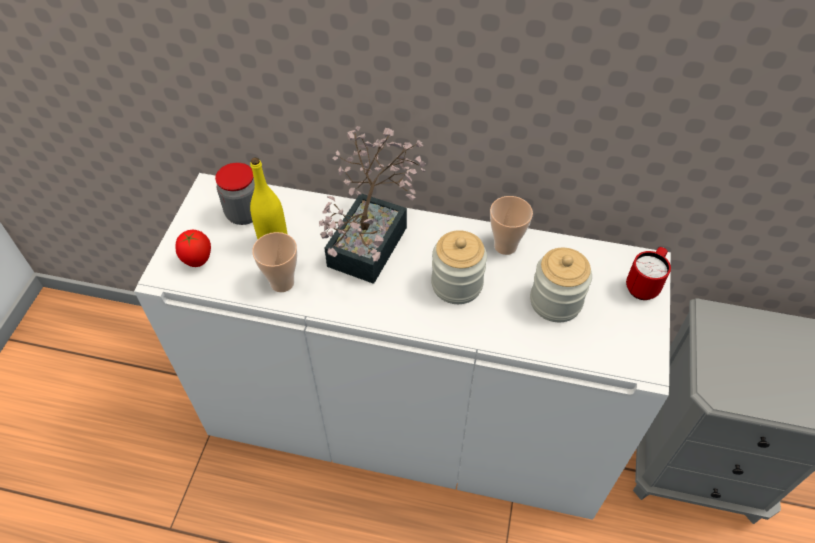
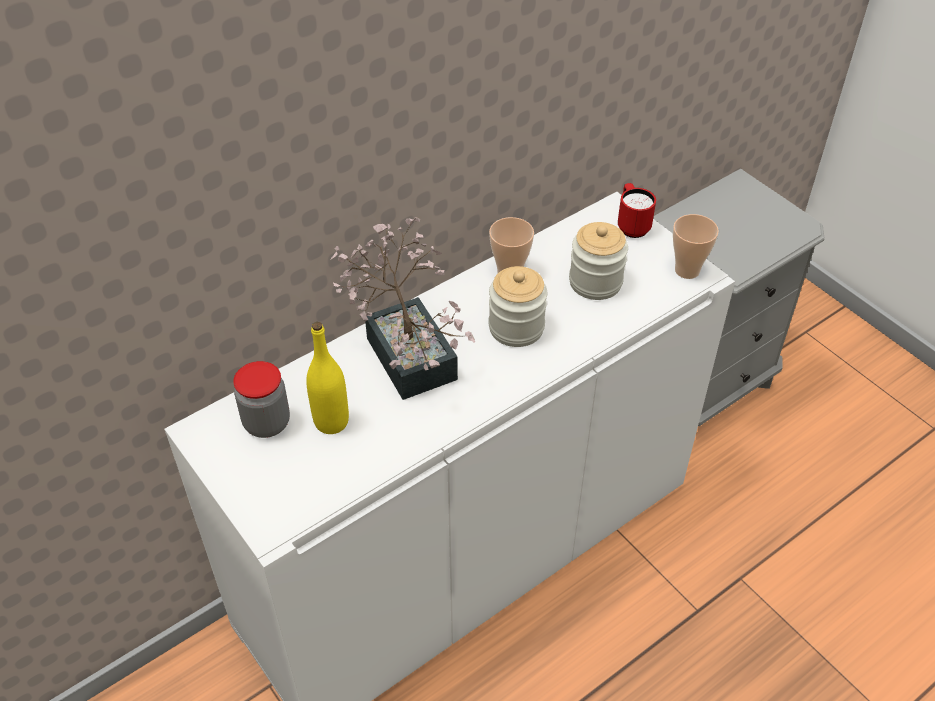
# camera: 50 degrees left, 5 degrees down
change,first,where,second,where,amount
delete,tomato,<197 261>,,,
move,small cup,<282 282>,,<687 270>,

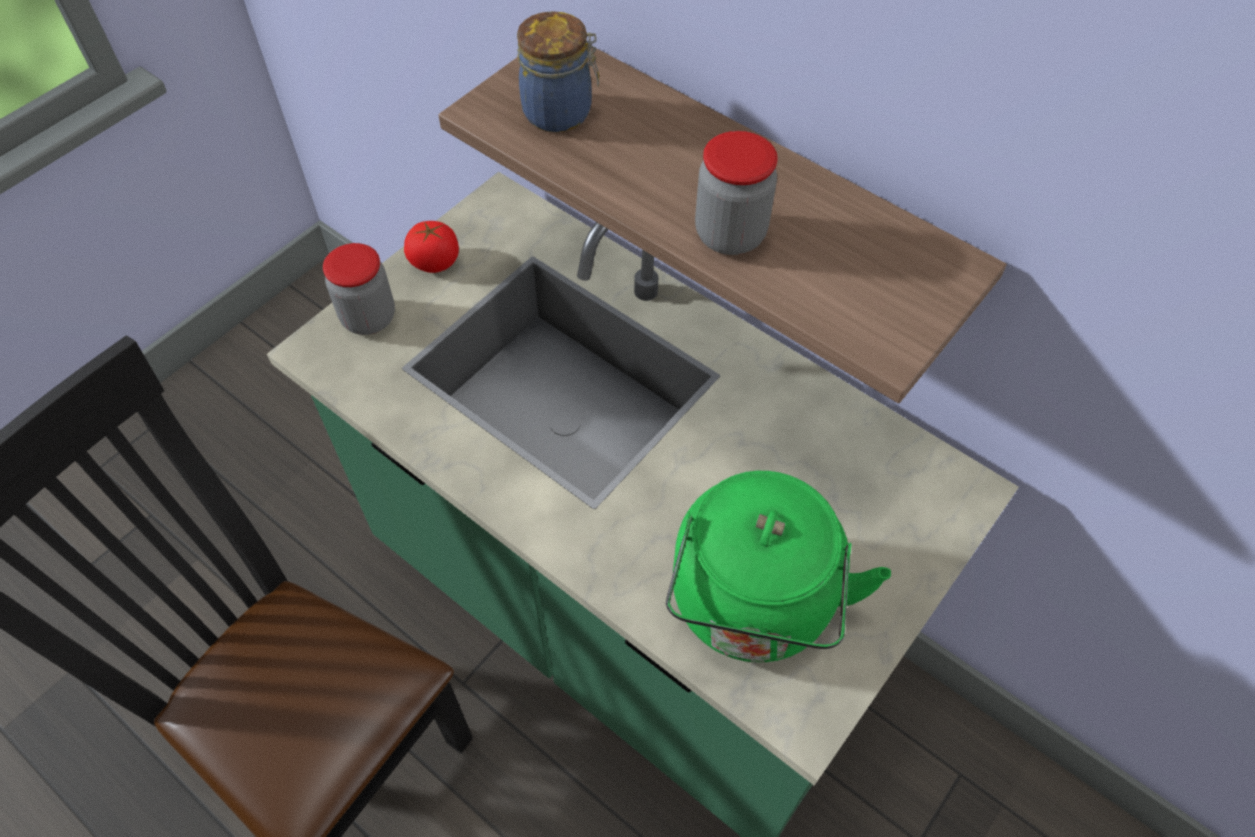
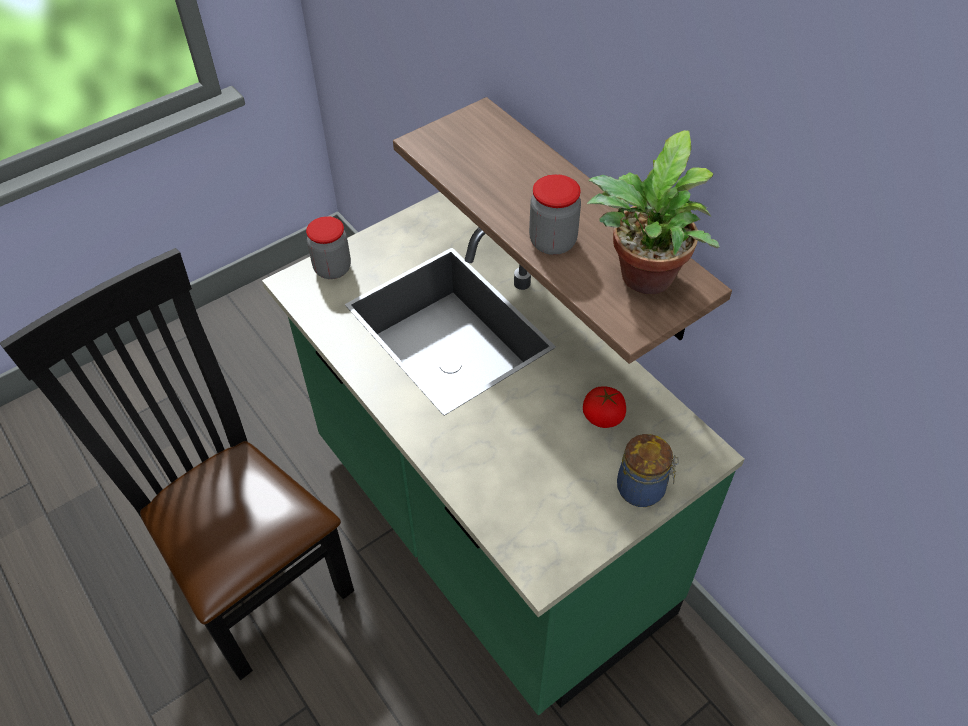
# camera: 15 degrees right, 5 degrees down
change,first,where,second,where,amount
delete,green-coloured water kettle,<752 608>,,,
insert,,,potted plant,<643 281>,
move,tomato,<434 262>,,<603 417>,
move,jar,<560 112>,,<643 489>,

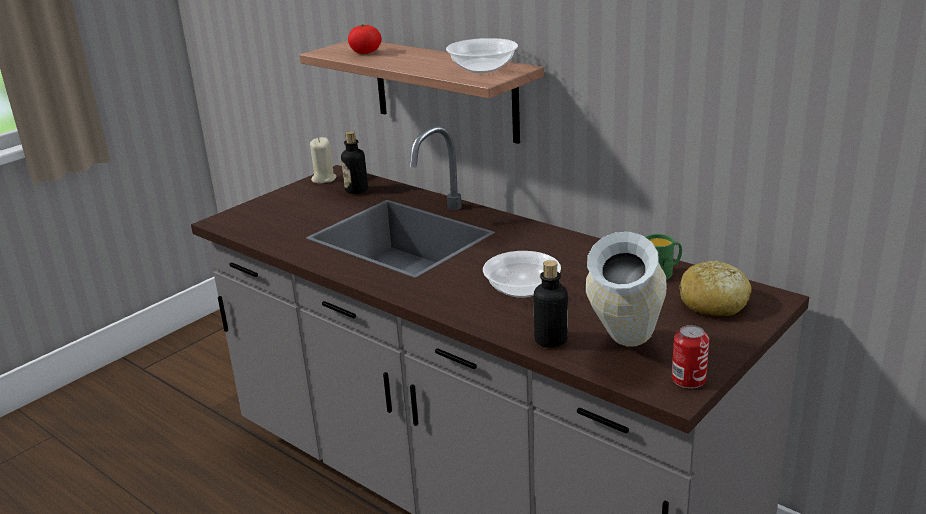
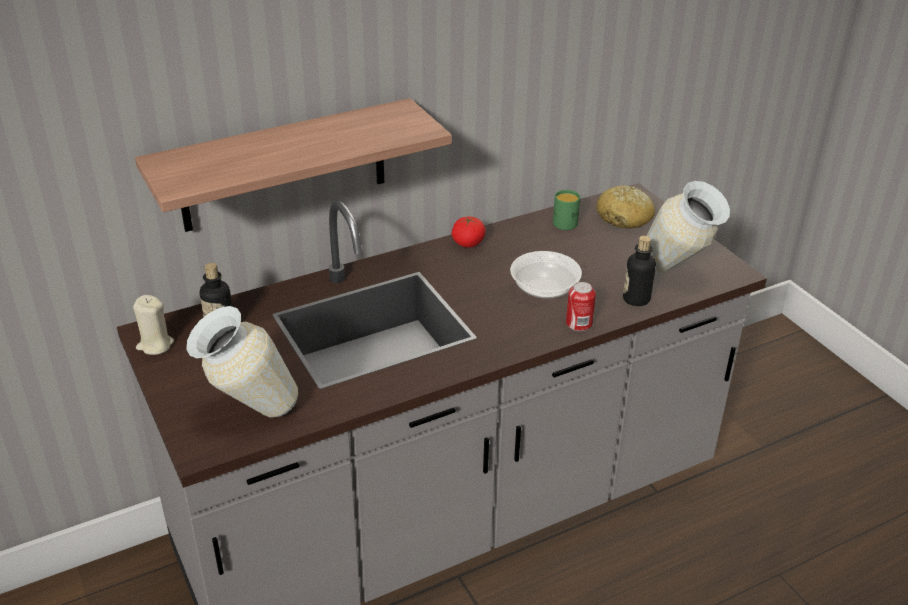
# camera: 70 degrees left, 10 degrees up
change,first,where,second,where,amount
delete,bowl,<483 69>,,,
insert,,,vase,<248 414>,
move,tomato,<366 52>,,<468 243>,
move,sealed can,<688 379>,,<579 323>,

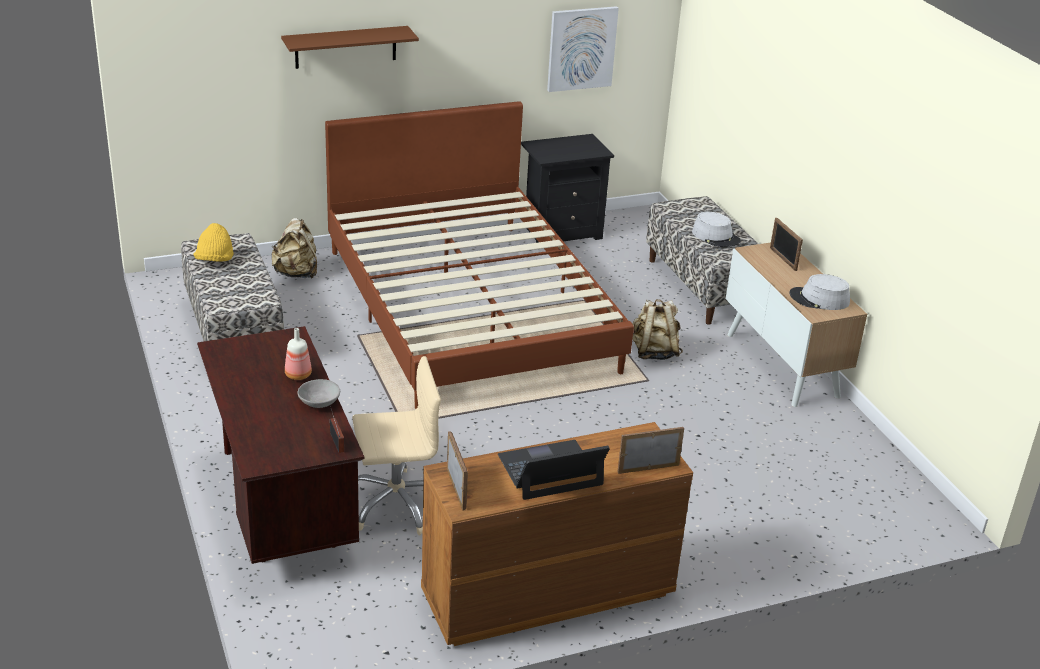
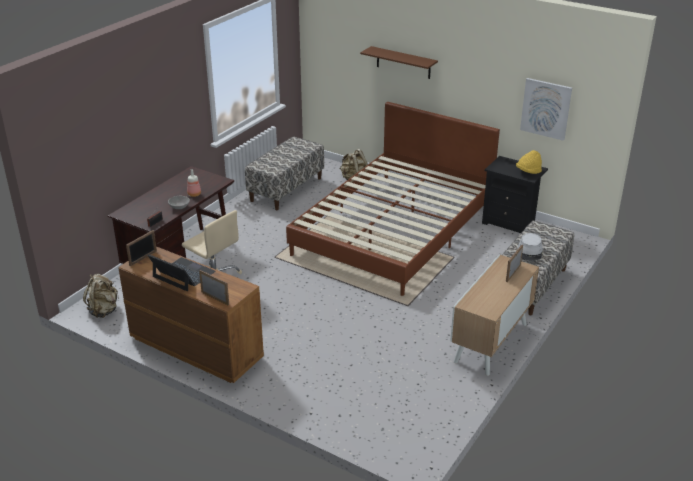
# camera: 55 degrees right, 0 degrees up
change,first,where,second,where,amount
delete,grey clothing hat,<819 299>,,,
move,yellow clothing hat,<215 260>,,<528 172>,
move,beige-coloured knapsack,<654 352>,,<104 310>,

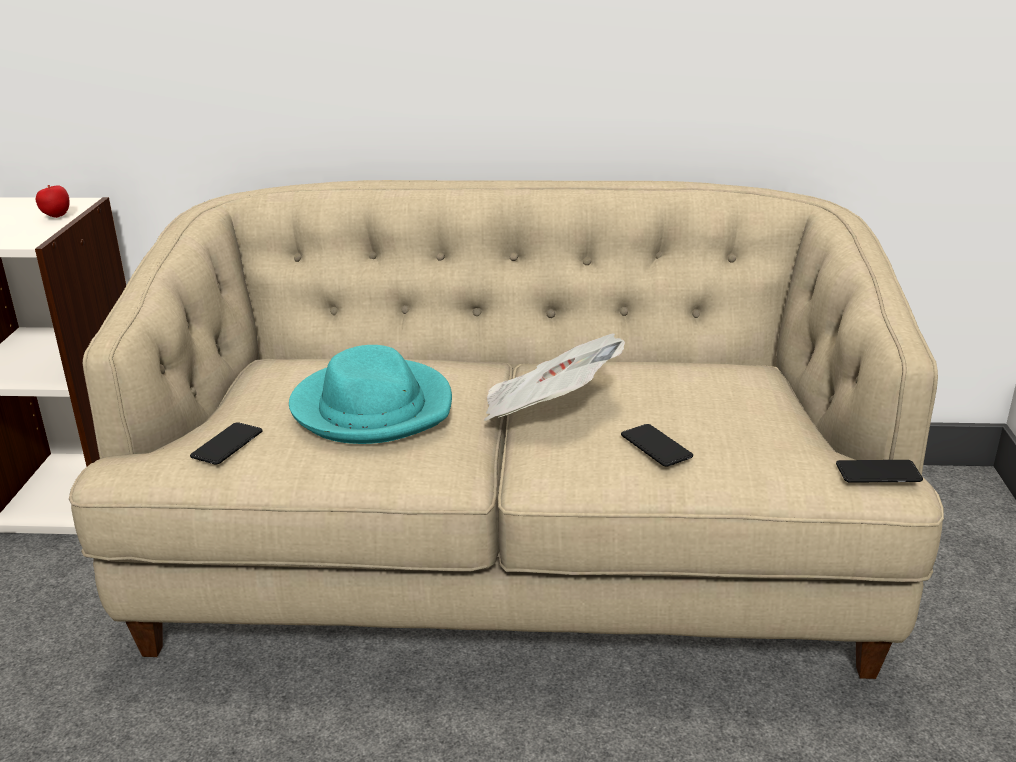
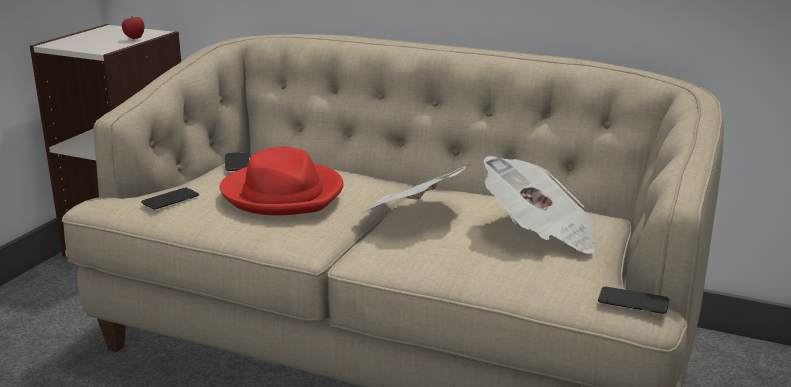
# camera: 20 degrees right, 5 degrees down
change,first,where,second,where,amount
insert,,,daily paper,<540 234>,
move,telephone,<656 446>,,<237 162>,
recolor,turquoise clothing hat,<373 407>,red-coloured clothing hat,<283 193>,

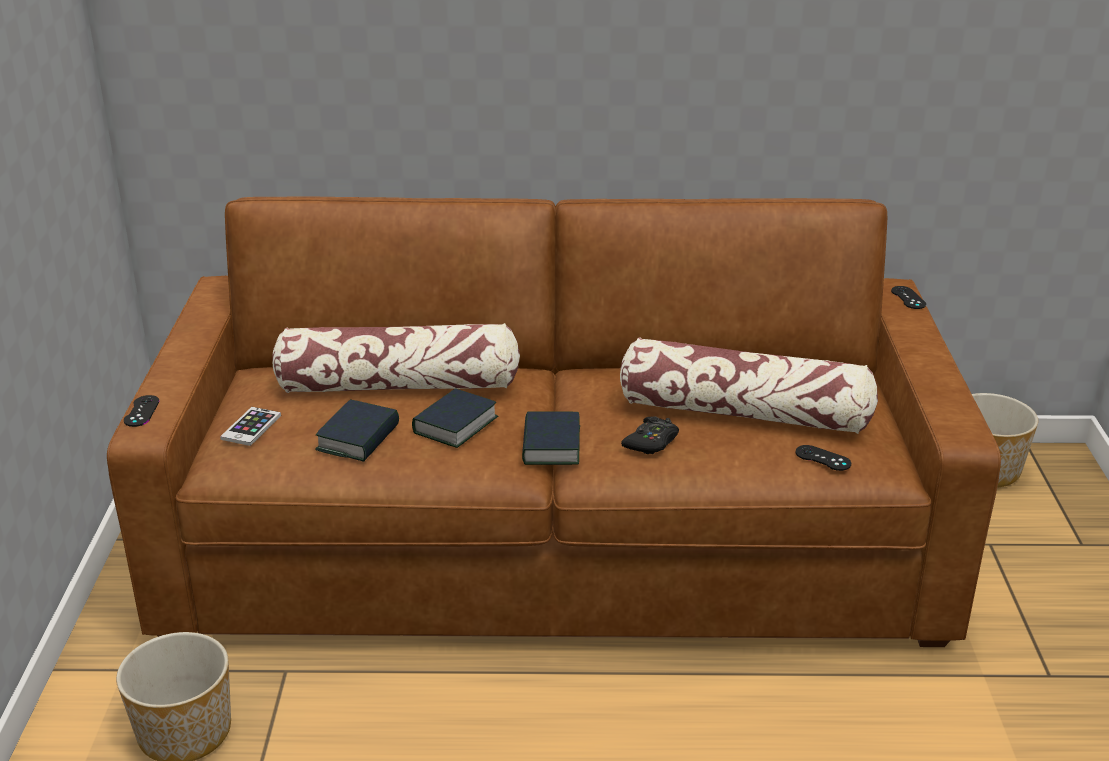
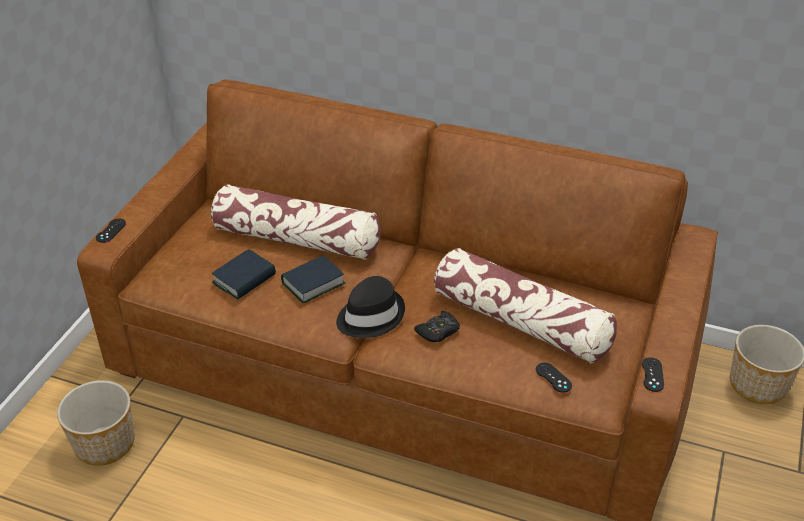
# camera: 20 degrees right, 10 degrees up
change,first,where,second,where,amount
delete,telephone,<251 427>,,,
move,blackish game controller,<908 298>,,<652 374>,
replace,bound book,<551 446>,blackish clothing hat,<370 316>,

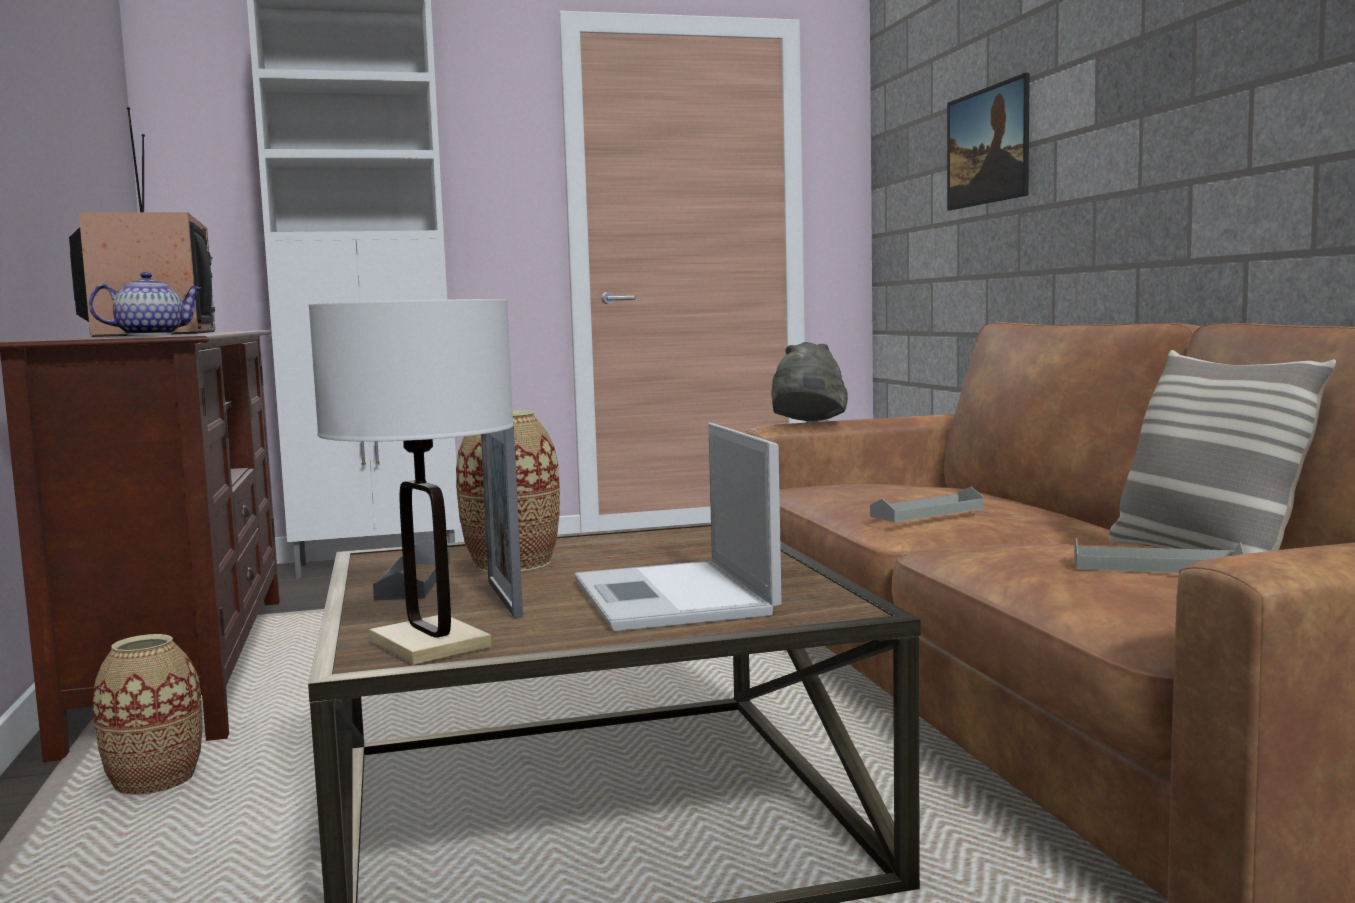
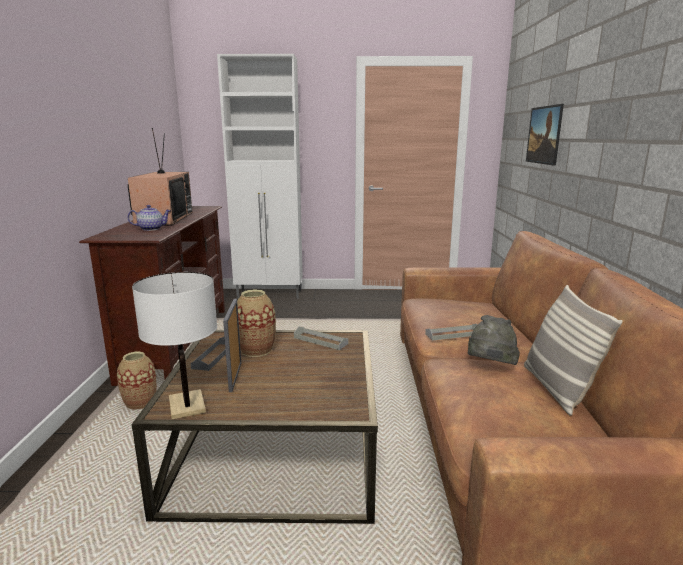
# camera: 15 degrees right, 10 degrees up
change,first,where,second,where,amount
delete,notebook computer,<674 598>,,,
move,grey clothing hat,<808 423>,,<490 368>,
move,grey carrying tray,<1156 566>,,<320 340>,

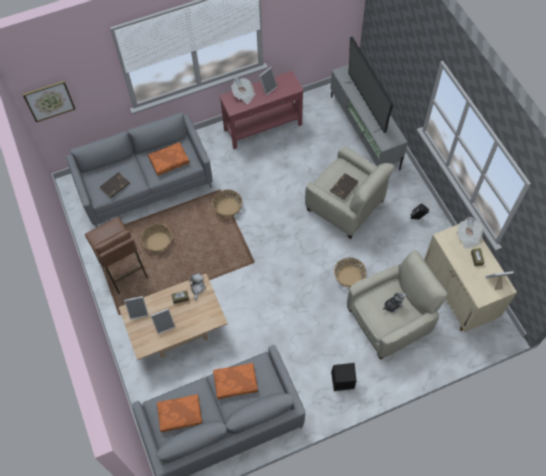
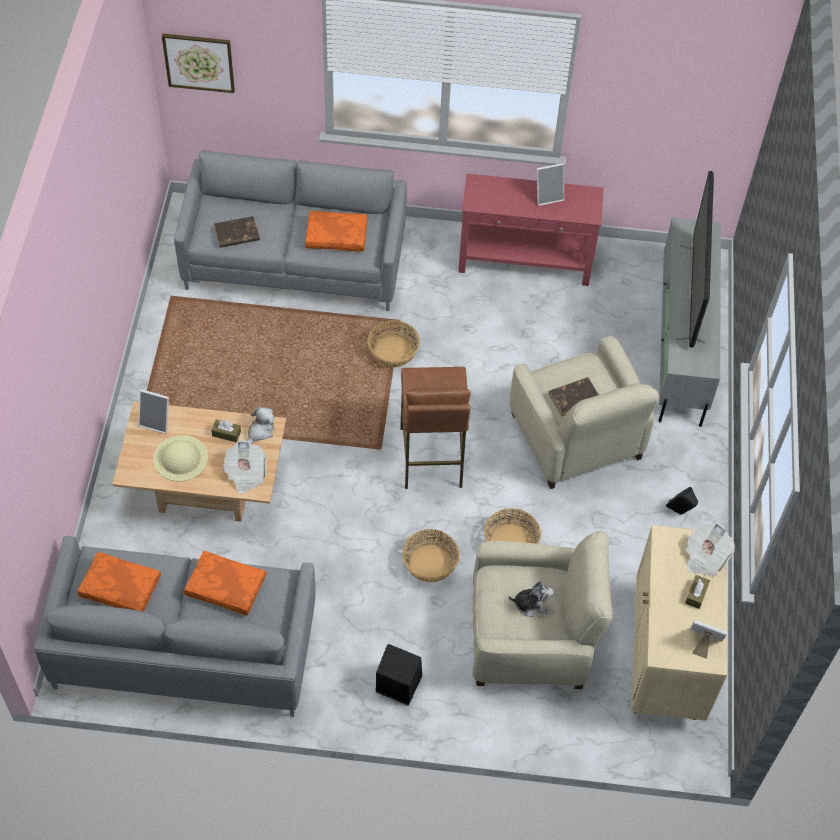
# camera: 25 degrees right, 5 degrees down
change,first,where,second,where,amount
move,brown sitting stool,<123 270>,,<431 457>,
move,basket,<158 242>,,<430 563>,
move,daily paper,<243 95>,,<246 474>,
replace,picture frame,<164 325>,beige-coloured clothing hat,<180 458>,

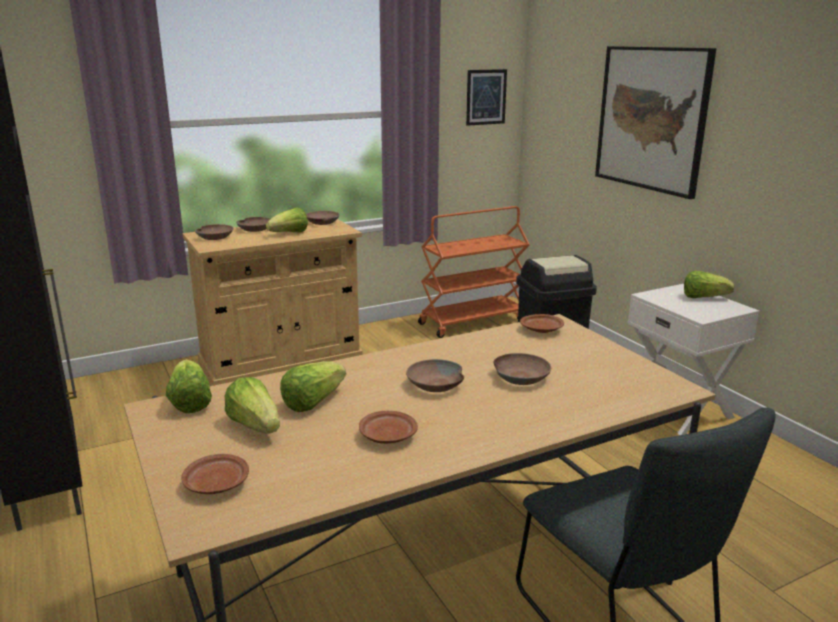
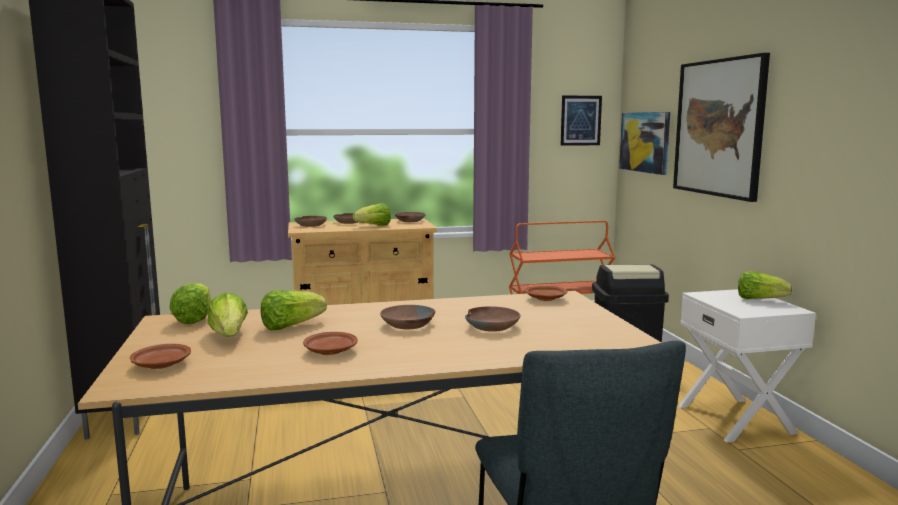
# camera: 15 degrees right, 10 degrees down
change,first,where,second,where,amount
insert,,,wall art,<645 142>,

